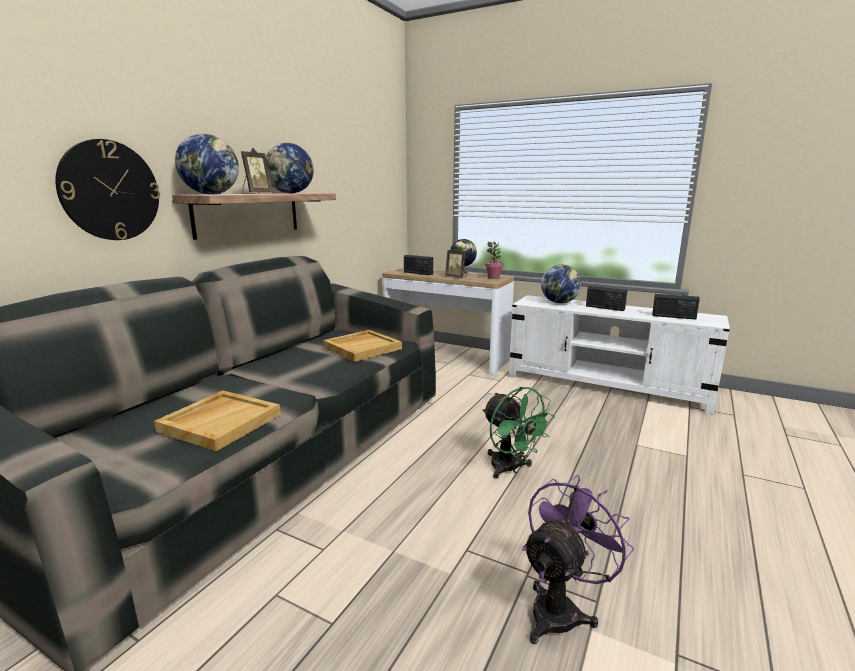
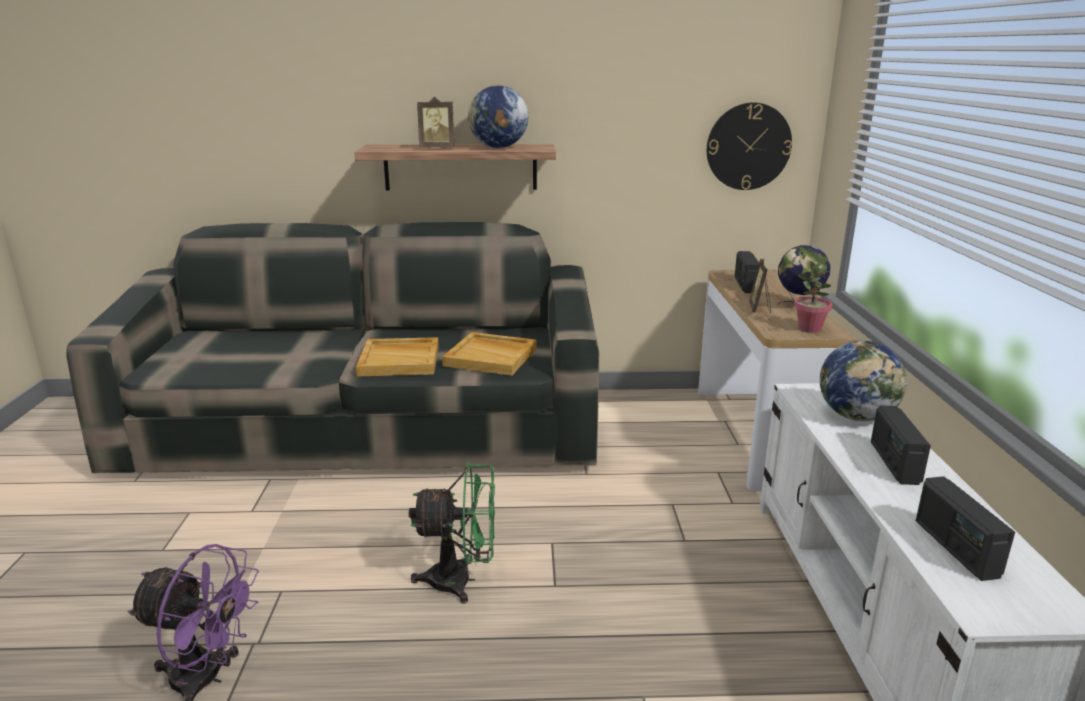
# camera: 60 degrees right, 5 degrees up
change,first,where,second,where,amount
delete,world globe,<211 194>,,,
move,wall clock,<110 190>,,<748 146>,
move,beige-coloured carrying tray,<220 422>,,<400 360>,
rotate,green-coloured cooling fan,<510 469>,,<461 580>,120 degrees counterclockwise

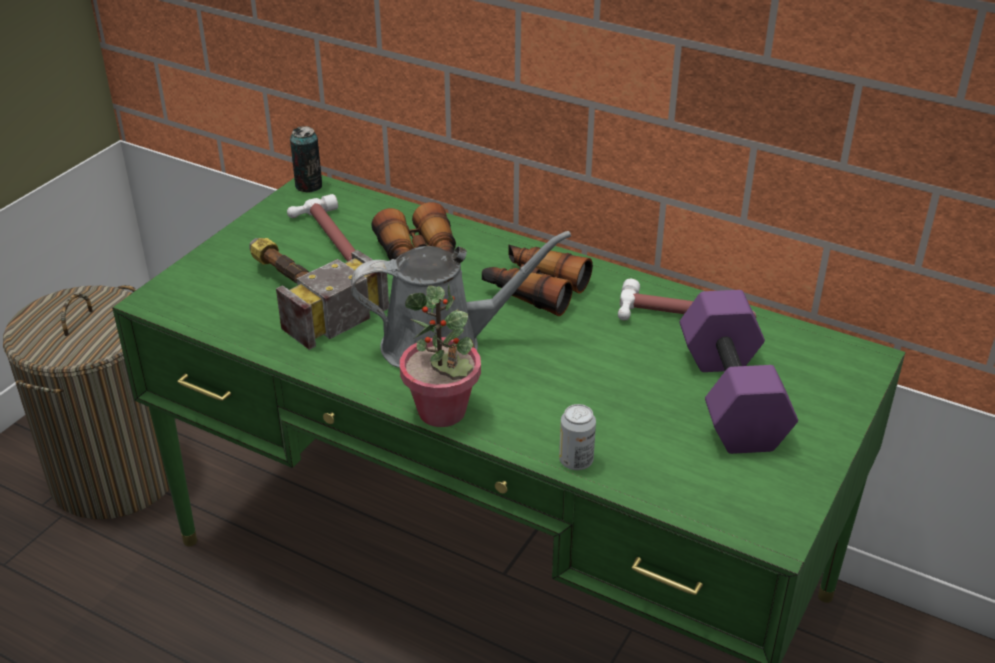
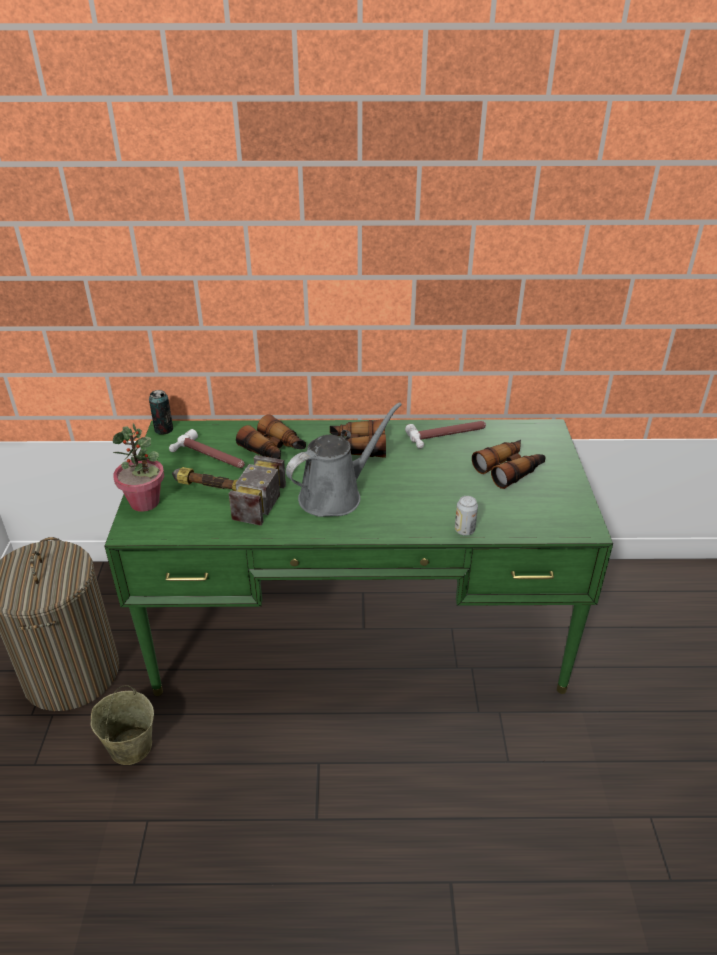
# camera: 30 degrees left, 0 degrees up
change,first,where,second,where,amount
insert,,,beige-coloured bucket,<130 746>,
move,potted plant,<442 411>,,<145 502>,
replace,purplish hand weight,<734 398>,pair of binoculars,<509 469>,

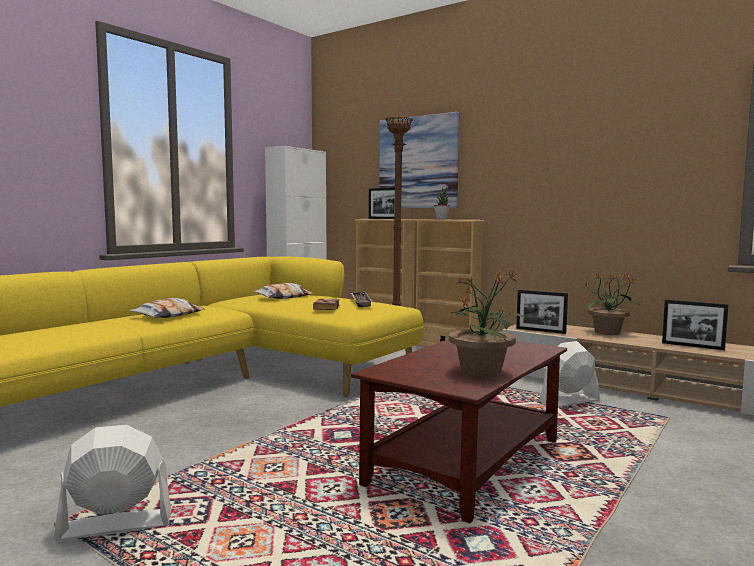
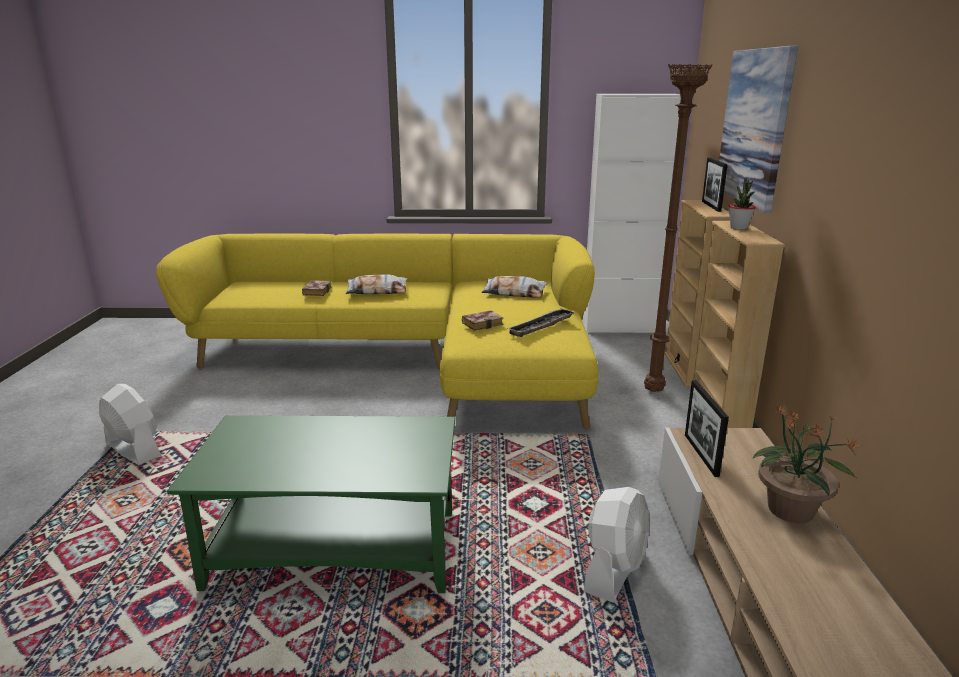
# camera: 55 degrees right, 15 degrees up
change,first,where,second,where,amount
delete,potted plant,<481 372>,,,
delete,picture frame,<692 346>,,,
insert,,,bound book,<316 291>,
recolor,brown coffee table,<466 461>,green-coloured coffee table,<337 549>,
rotate,whitish cooling fan,<569 401>,,<614 569>,90 degrees clockwise

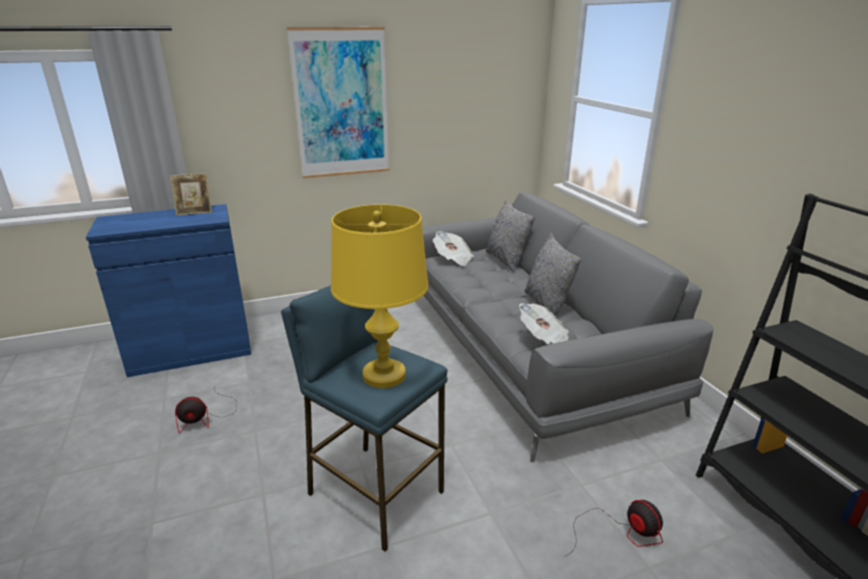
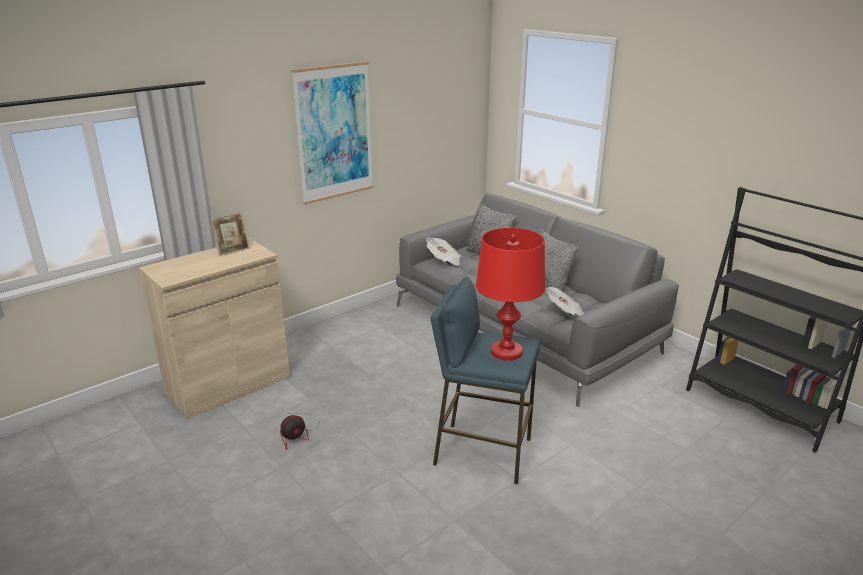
# camera: 20 degrees left, 0 degrees up
change,first,where,second,where,amount
delete,cooling fan,<620 533>,,,
recolor,blue-coloured cupboard,<191 351>,beige-coloured cupboard,<228 385>,
recolor,yellow table lamp,<384 375>,red-coloured table lamp,<506 352>,

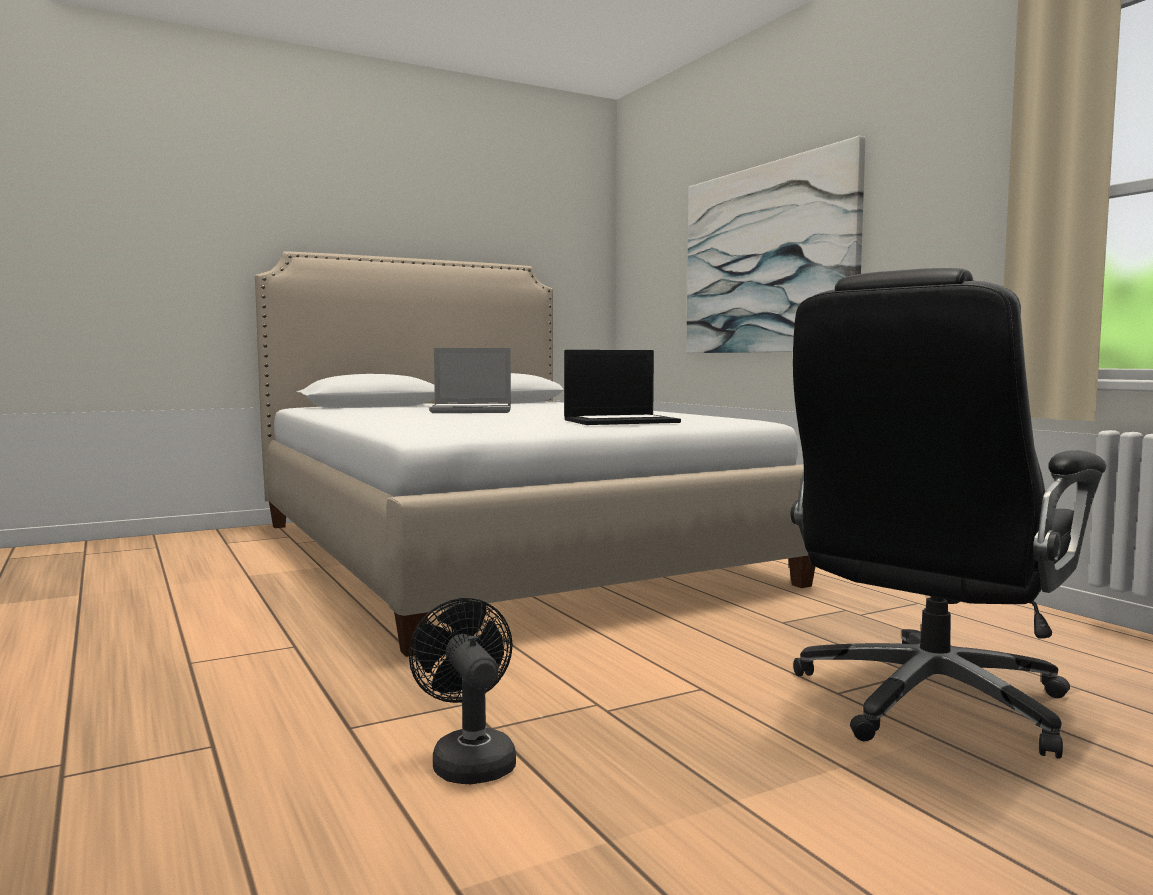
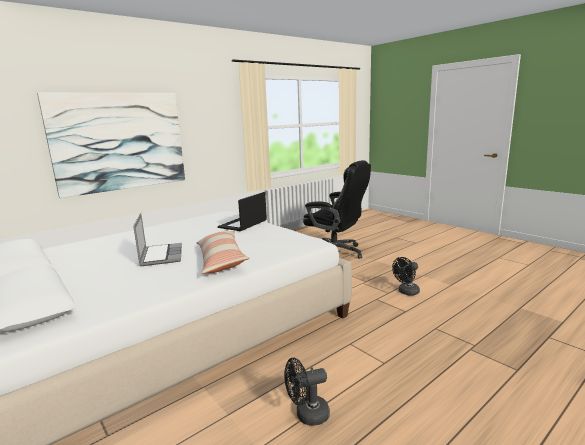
# camera: 100 degrees left, 10 degrees up
change,first,where,second,where,amount
insert,,,cushion,<221 260>,
insert,,,blackish cooling fan,<307 415>,
rotate,notebook computer,<621 421>,,<243 224>,120 degrees counterclockwise

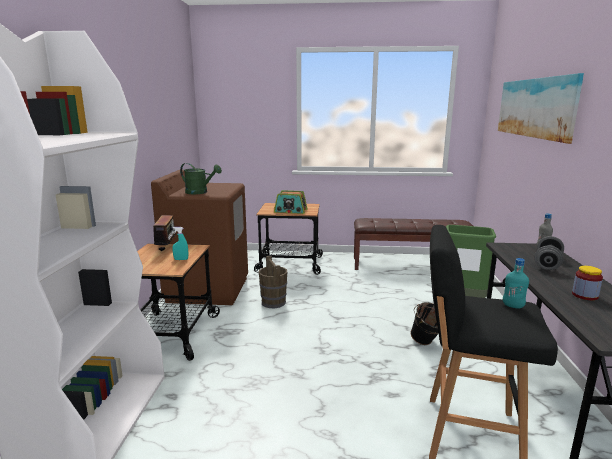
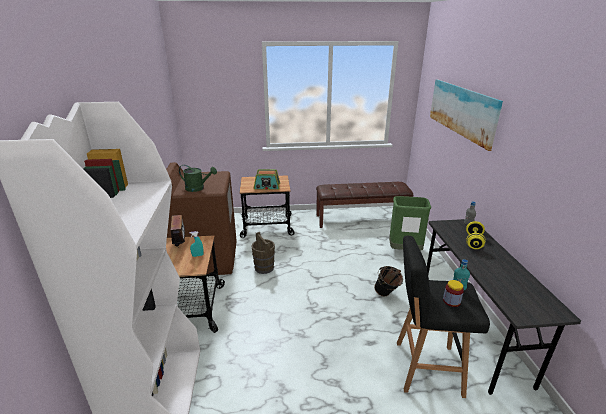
# camera: 10 degrees left, 10 degrees up
change,first,where,second,where,amount
move,jar,<585 295>,,<451 301>,
recolor,grey hand weight,<547 264>,yellow hand weight,<473 242>,

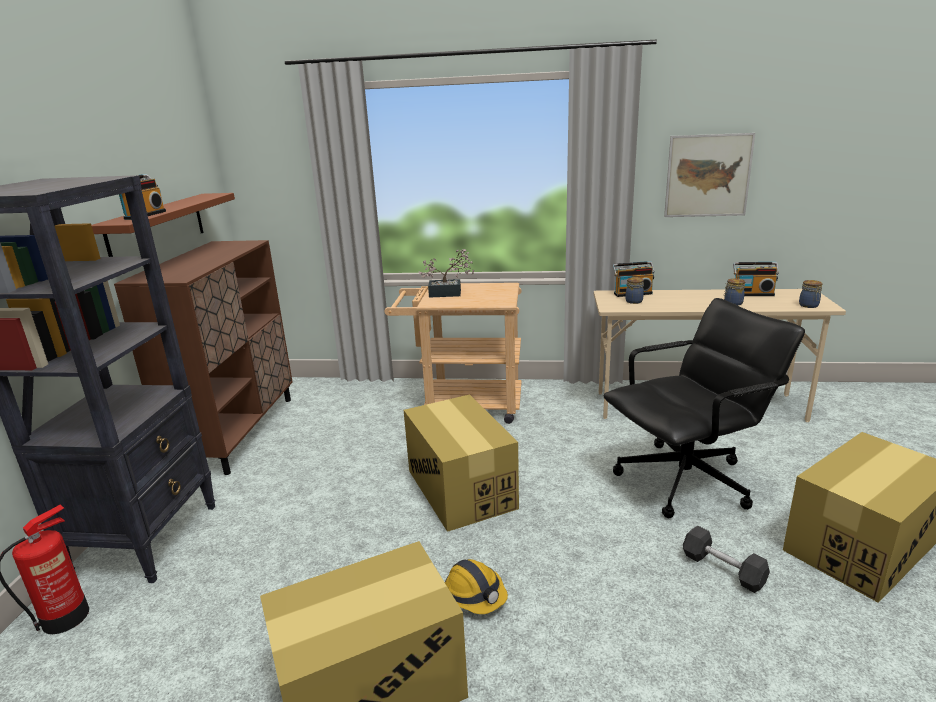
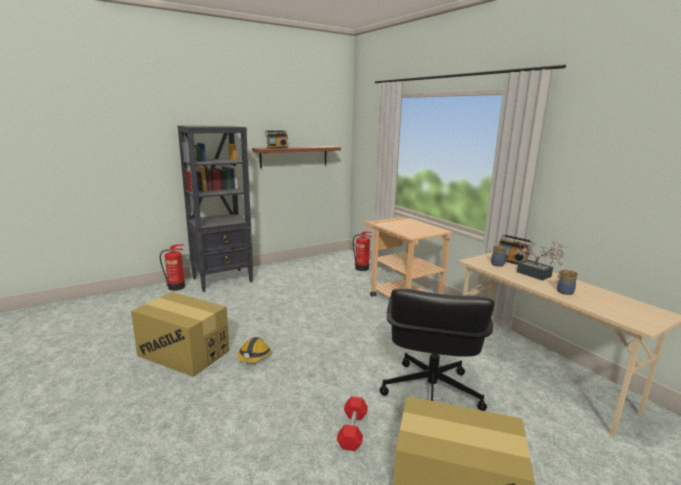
# camera: 50 degrees right, 5 degrees down
change,first,where,second,where,amount
delete,brown cupboard,<238 432>,,,
delete,packing box,<460 488>,,,
delete,wall art,<708 176>,,,
delete,radio receiver,<752 294>,,,
delete,jar,<809 306>,,,
insert,,,fire-fighting cylinder,<362 268>,
move,potted plant,<449 293>,,<537 275>,
recolor,grey hand weight,<723 569>,red-coloured hand weight,<352 430>,
rotate,blackish office chair,<686 481>,,<430 393>,75 degrees clockwise

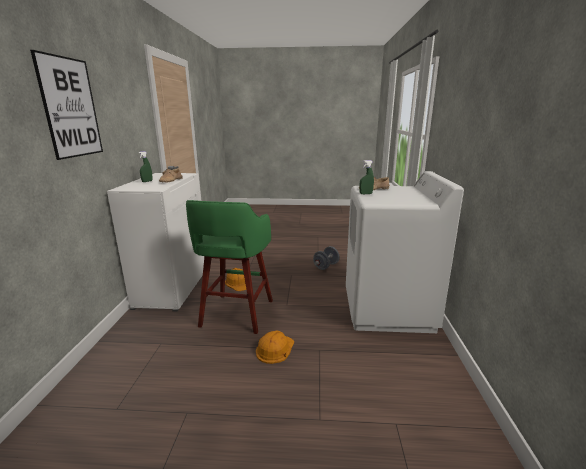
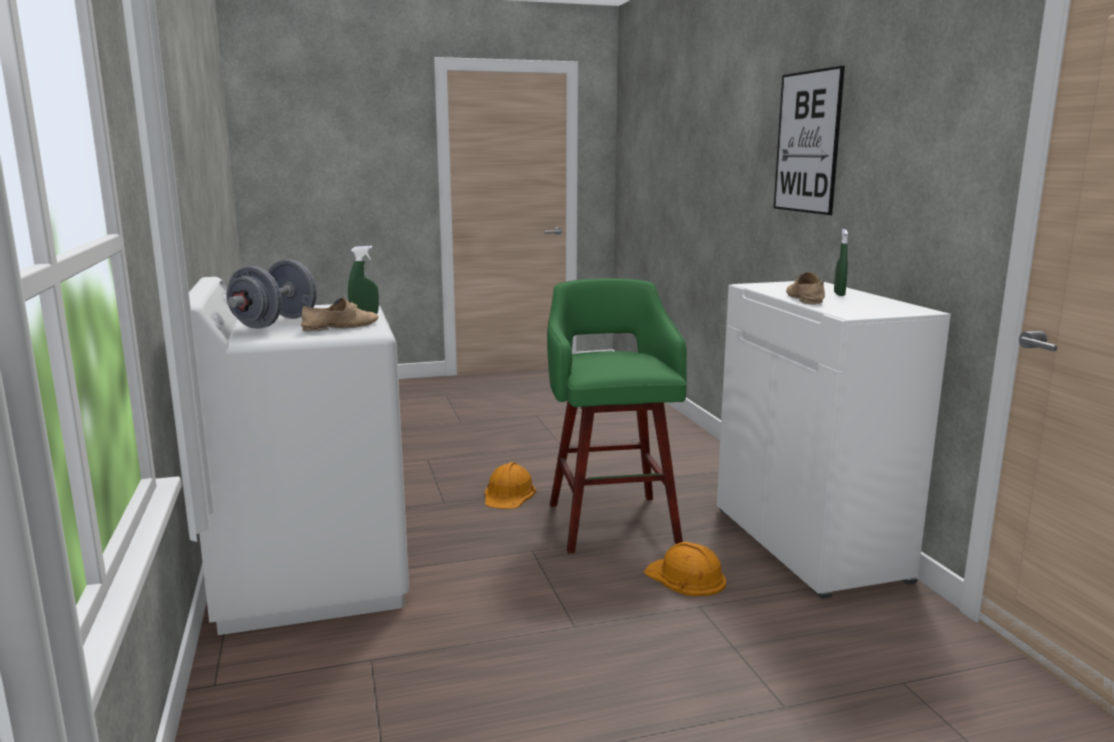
# camera: 160 degrees right, 5 degrees down
change,first,where,second,where,amount
move,grey hand weight,<326 266>,,<275 323>,

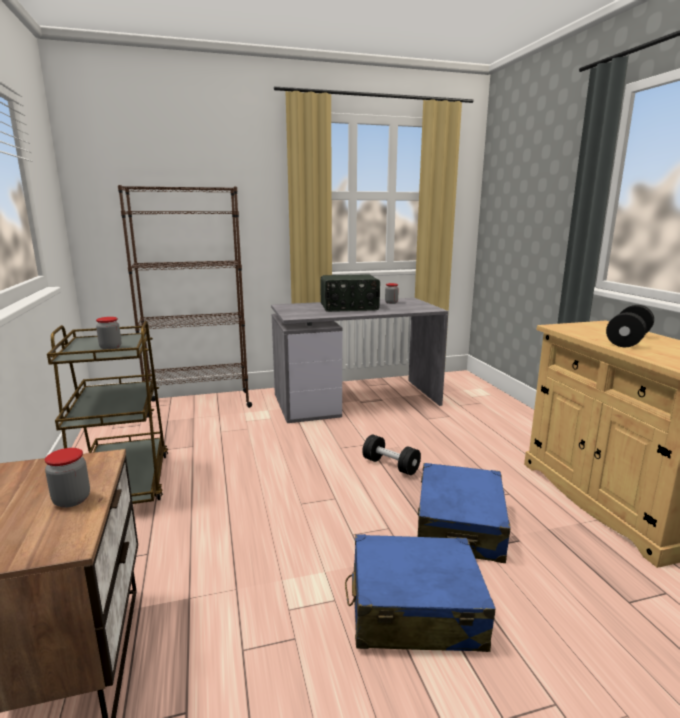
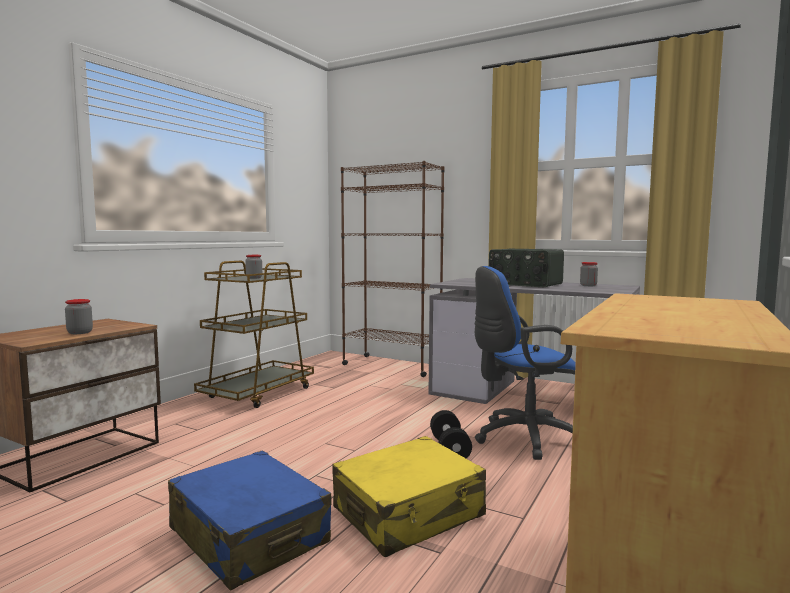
# camera: 45 degrees right, 10 degrees down
change,first,where,second,where,amount
delete,blackish hand weight,<628 340>,,,
insert,,,blue-coloured office chair,<522 438>,
recolor,blue-coloured piece of luggage,<459 526>,yellow piece of luggage,<408 513>,

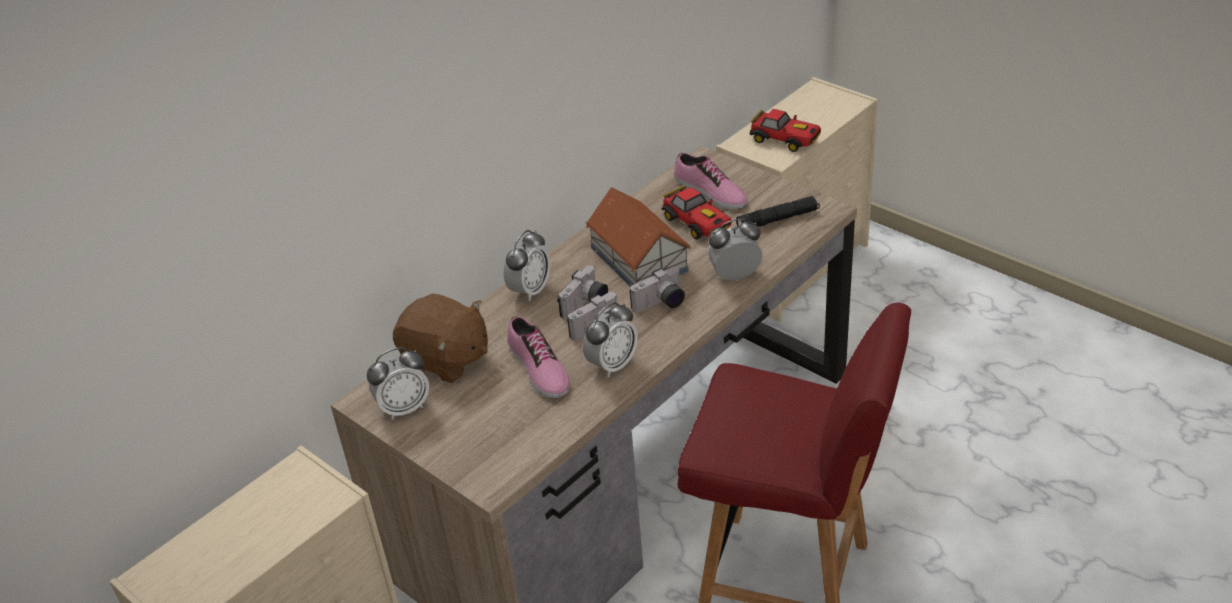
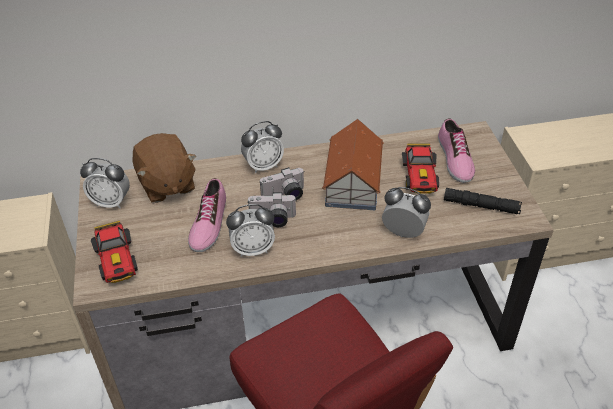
# camera: 35 degrees right, 5 degrees up
change,first,where,second,where,amount
delete,photo camera,<661 304>,,,
move,miniature car,<785 140>,,<117 261>,

